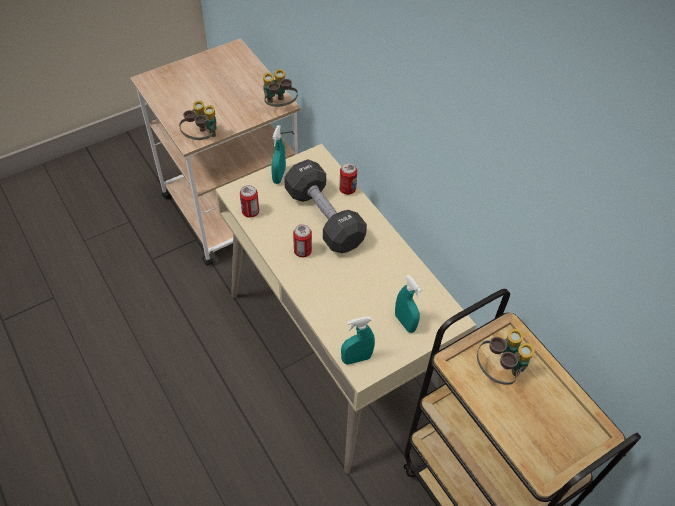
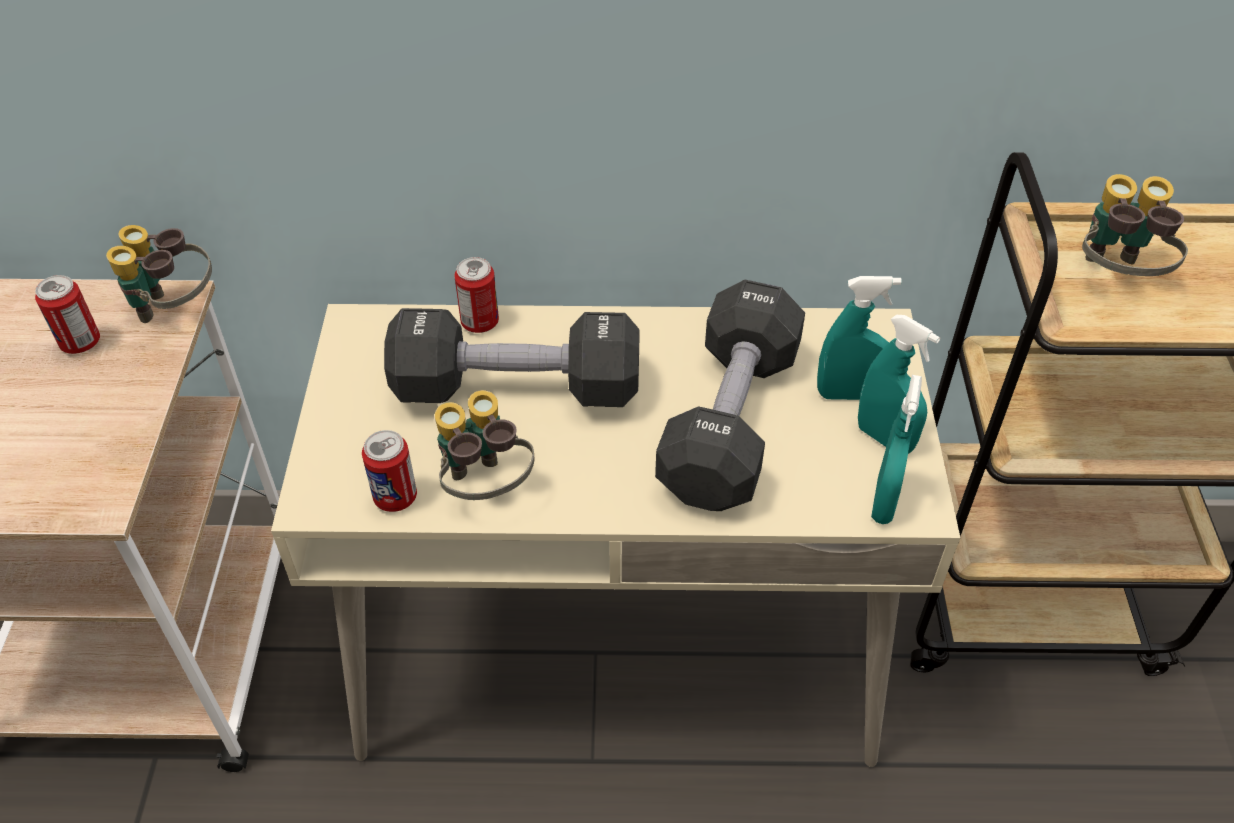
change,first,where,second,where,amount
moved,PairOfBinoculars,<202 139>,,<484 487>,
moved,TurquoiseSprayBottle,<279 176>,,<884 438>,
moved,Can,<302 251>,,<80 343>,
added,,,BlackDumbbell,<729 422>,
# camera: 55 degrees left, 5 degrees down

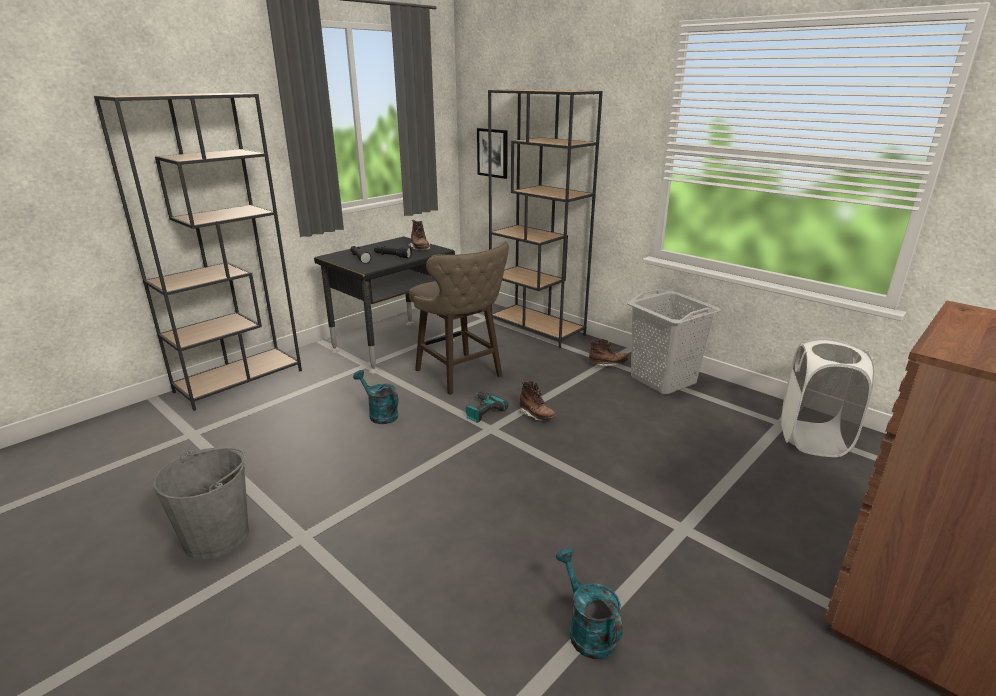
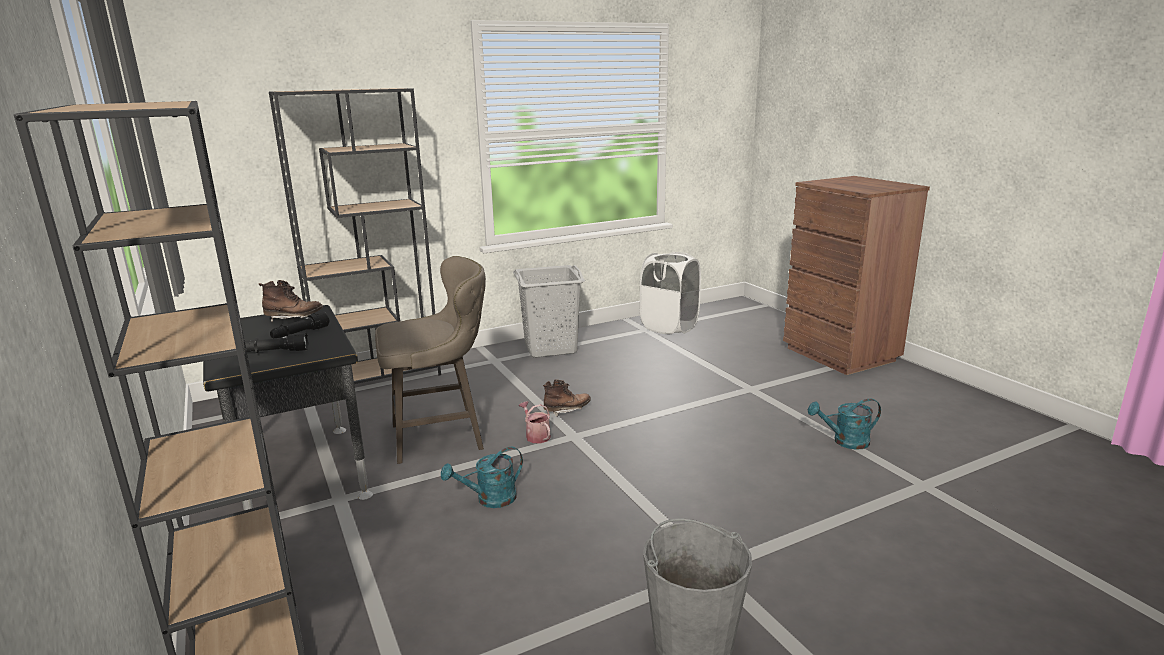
change,first,where,second,where,amount
replaced,PowerDrill,<482 411>,SprinklingCan,<536 435>,
removed,WallPicture,<493 153>,,,
removed,BrownColouredHighTopBoot,<607 364>,,,
# camera: 70 degrees left, 5 degrees down

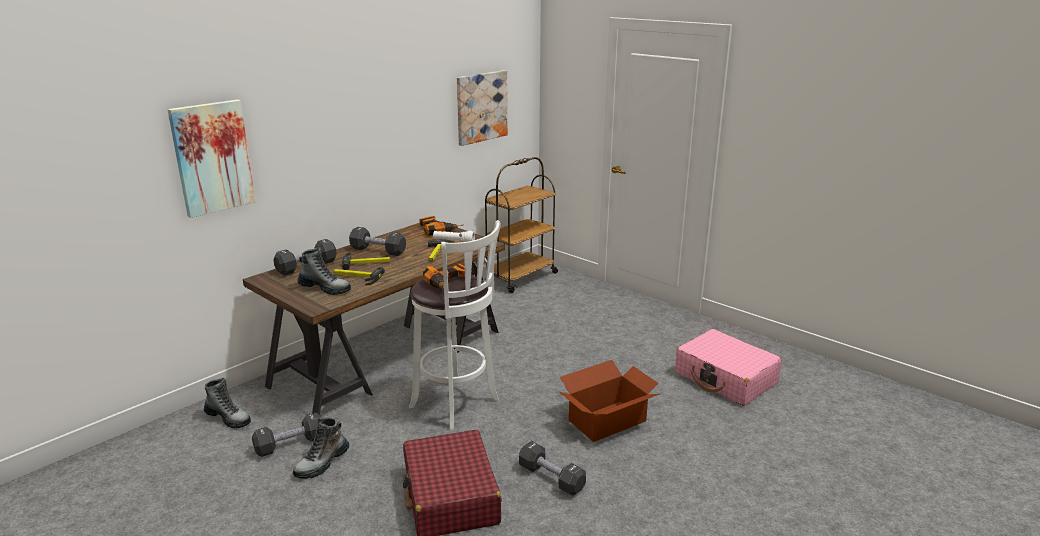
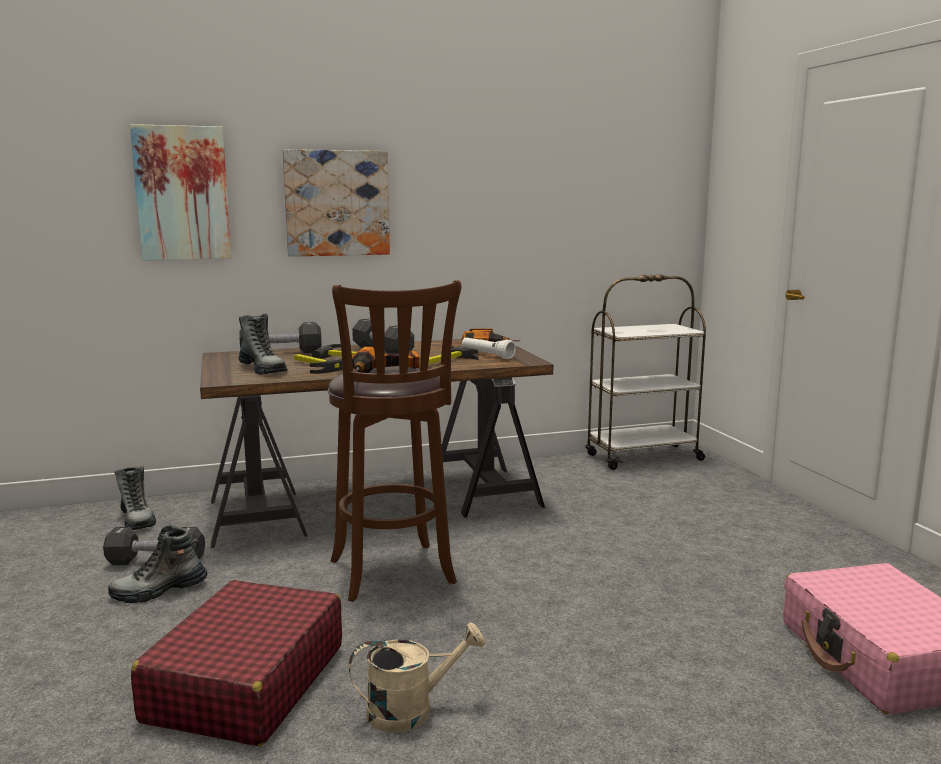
change,first,where,second,where,amount
recoloured,WhiteStool,<458 405>,BrownColouredStool,<394 574>,
moved,WallPicture,<481 107>,,<337 203>,
recoloured,BrownColouredCart,<520 278>,WhiteCart,<642 457>,
replaced,BlackDumbbell,<551 478>,BeigeColouredSprinklingCan,<411 710>,
removed,Carton,<608 421>,,,
# camera: 30 degrees right, 10 degrees down

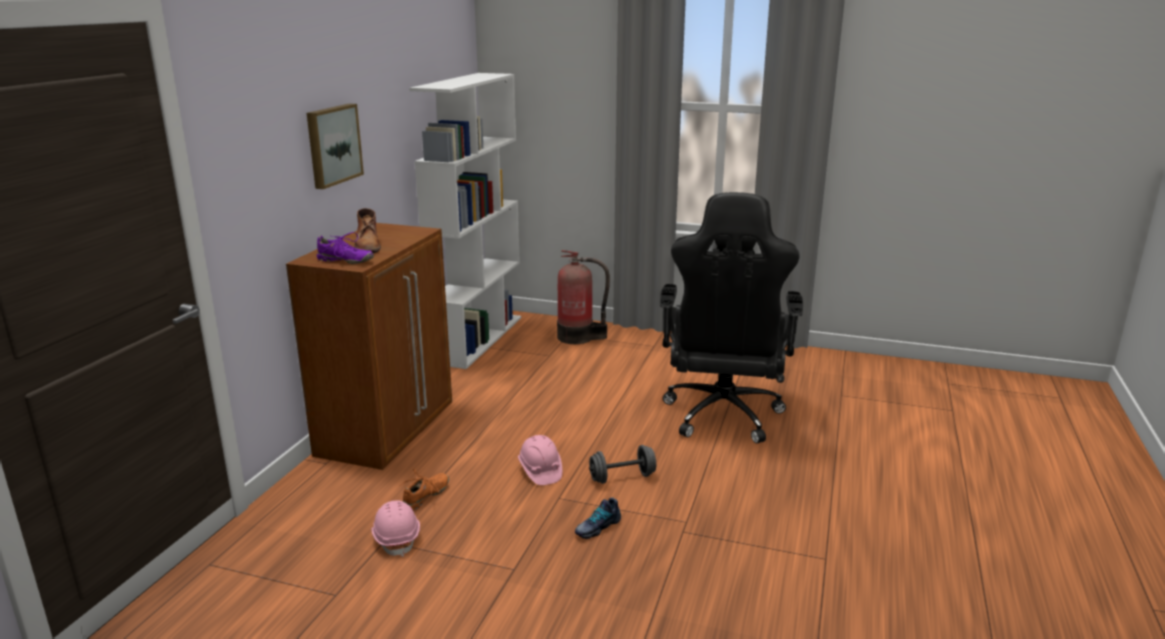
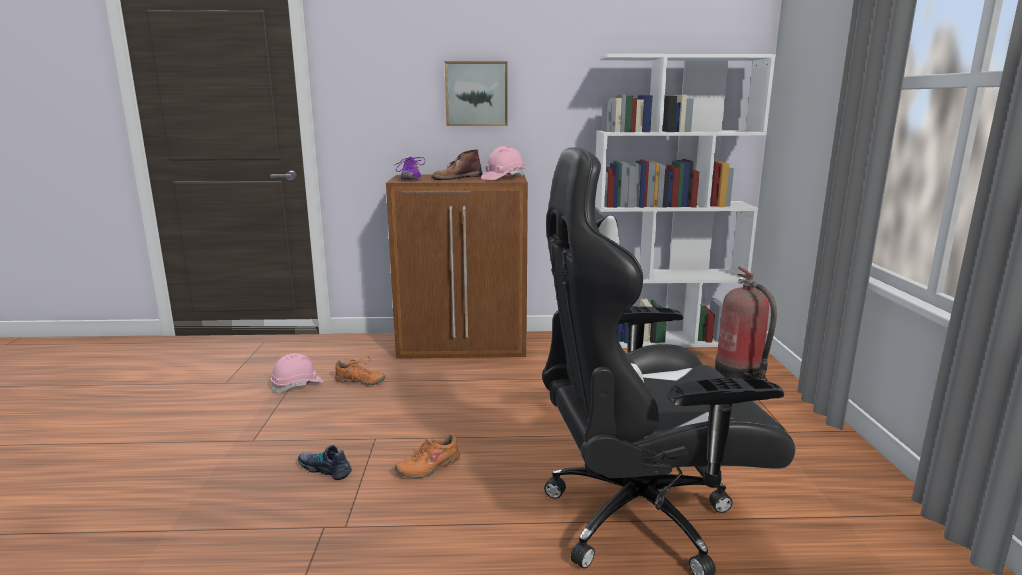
change,first,where,second,where,amount
moved,PinkHardHat,<540 471>,,<503 178>,
replaced,GreyishDumbbell,<622 477>,OrangeItemOfFootwear,<428 467>,
# camera: 70 degrees right, 5 degrees down

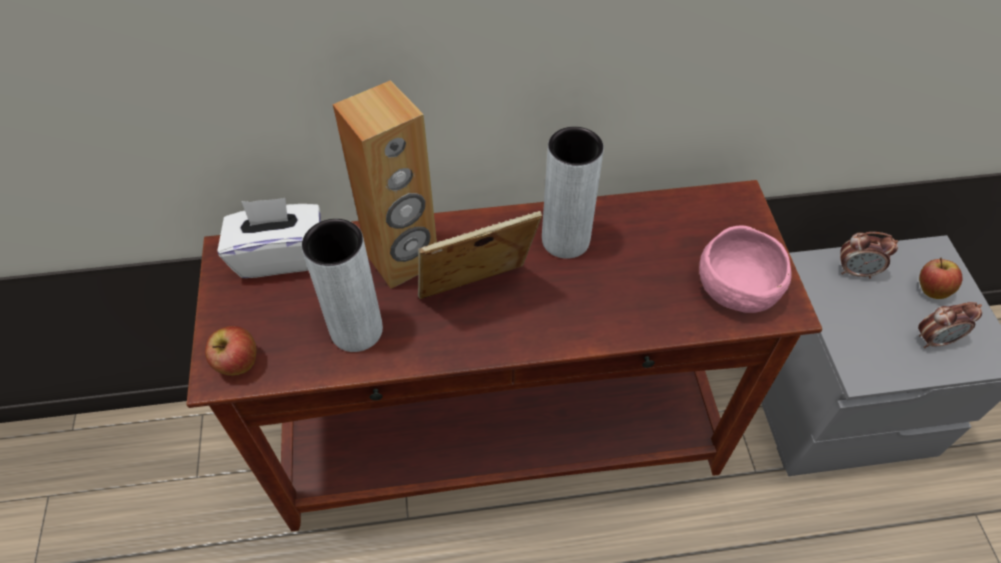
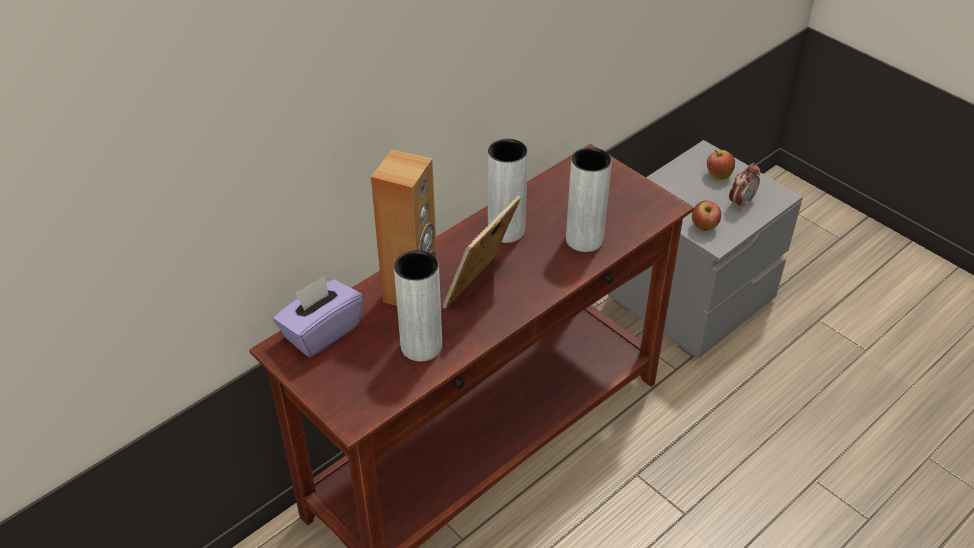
change,first,where,second,where,amount
moved,Apple,<238 364>,,<704 227>,
recoloured,WhiteTissueHolder,<280 255>,PurplishTissueHolder,<321 332>,
removed,PinkBowl,<738 289>,,,
removed,TableClock,<856 271>,,,
added,,,GreyishVase,<584 239>,
# camera: 35 degrees left, 10 degrees down

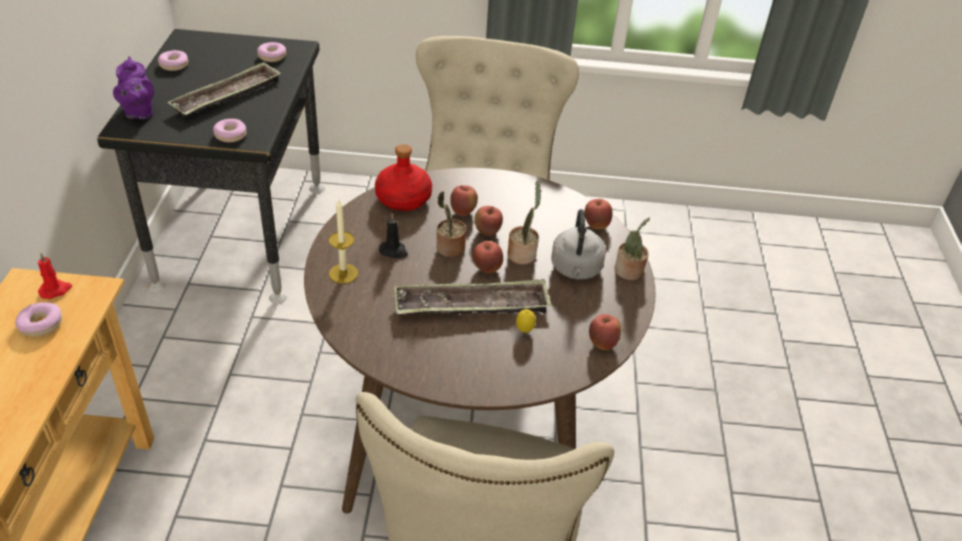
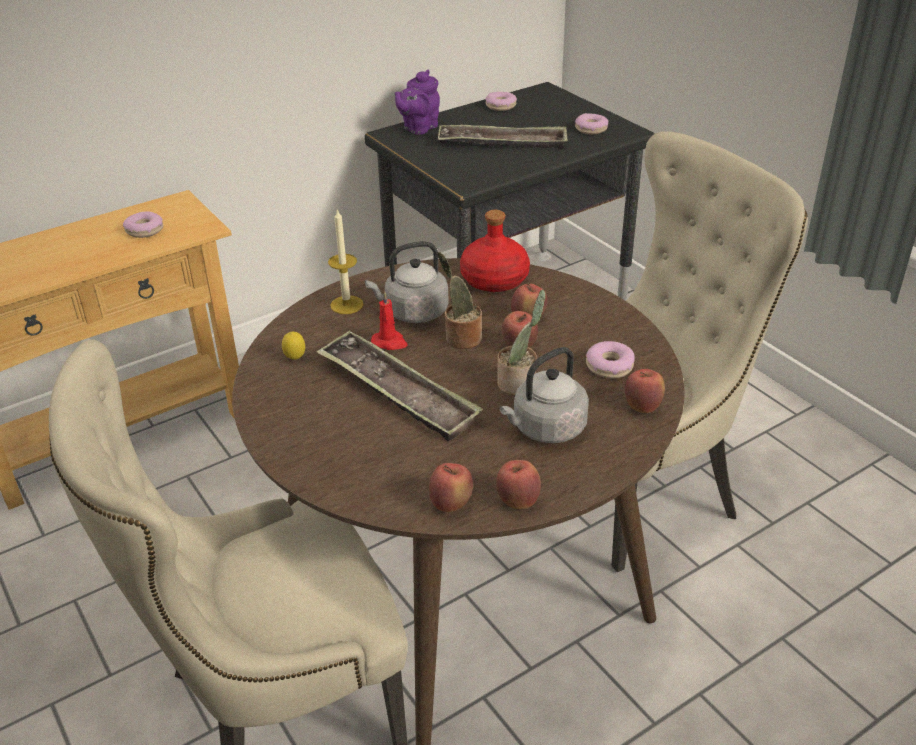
change,first,where,second,where,amount
moved,RedCandle,<55 290>,,<390 342>,
moved,Doughnut,<230 135>,,<609 366>,
replaced,BlackCandle,<394 251>,GreyishWaterKettle,<413 313>,
moved,Apple,<487 269>,,<518 501>,
moved,CitrusFruit,<524 331>,,<295 359>,
removed,Houseplant,<629 272>,,,
# camera: 55 degrees right, 5 degrees down

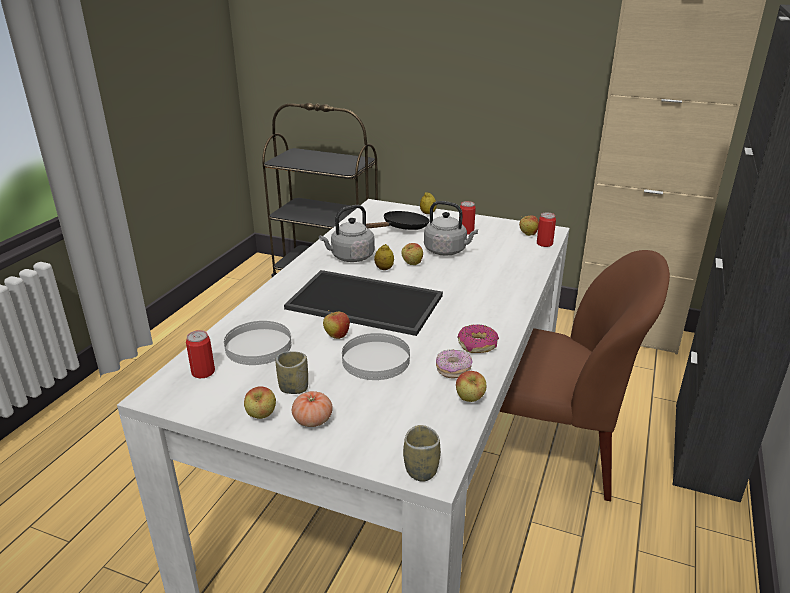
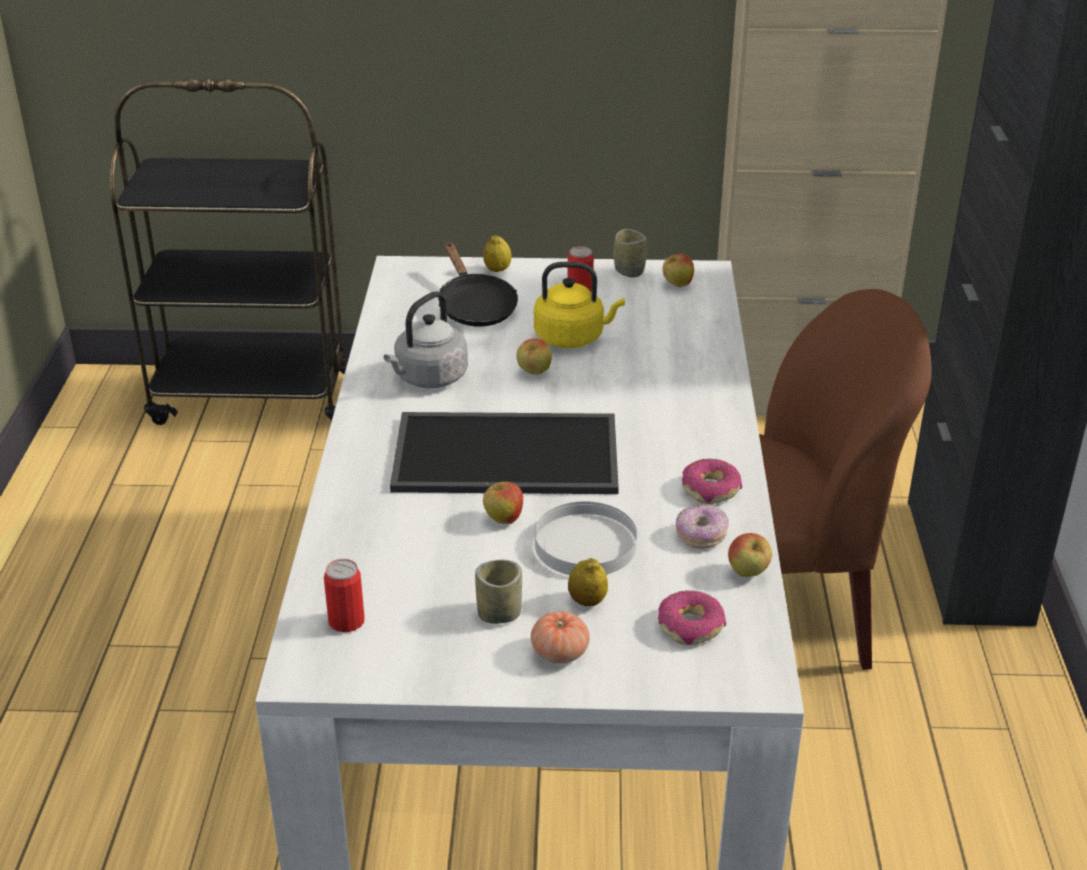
change,first,where,second,where,amount
removed,WhiteDinnerPlate,<258 346>,,,
removed,Apple,<261 416>,,,
turned,BlackSkillet,<402 228>,,<474 307>,135 degrees clockwise
moved,CitrusFruit,<384 269>,,<587 601>,
moved,Cup,<421 470>,,<629 271>,
recoloured,GreyishWaterKettle,<447 251>,YellowColouredWaterKettle,<573 338>,
removed,Can,<544 244>,,,
added,,,Doughnut,<691 626>,
# camera: 20 degrees left, 5 degrees up

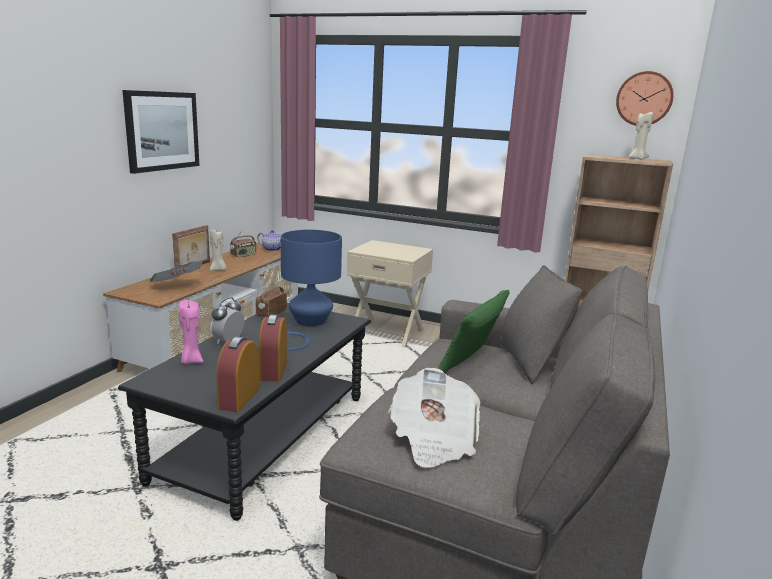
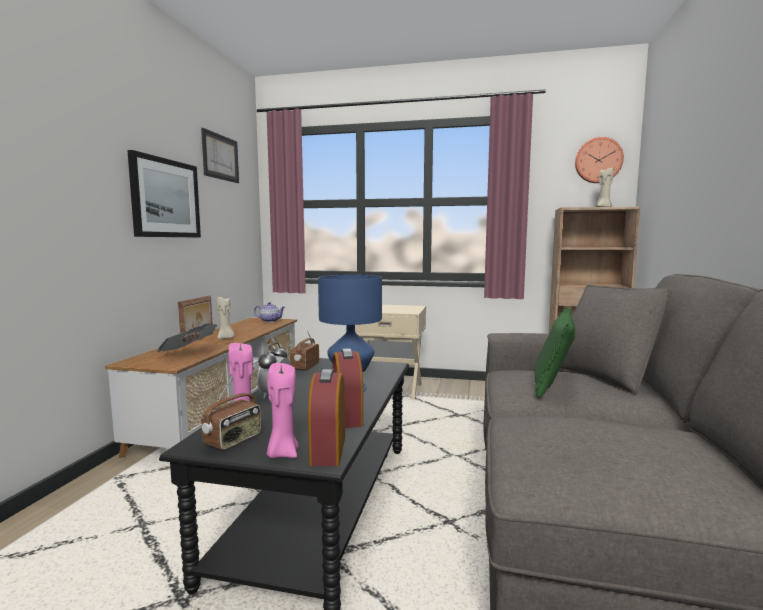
change,first,where,second,where,amount
moved,RadioReceiver,<243 255>,,<233 441>,
removed,PrintedPaper,<433 439>,,,
added,,,WallPicture,<220 157>,
added,,,PinkCandle,<282 453>,
# camera: 10 degrees left, 10 degrees down

